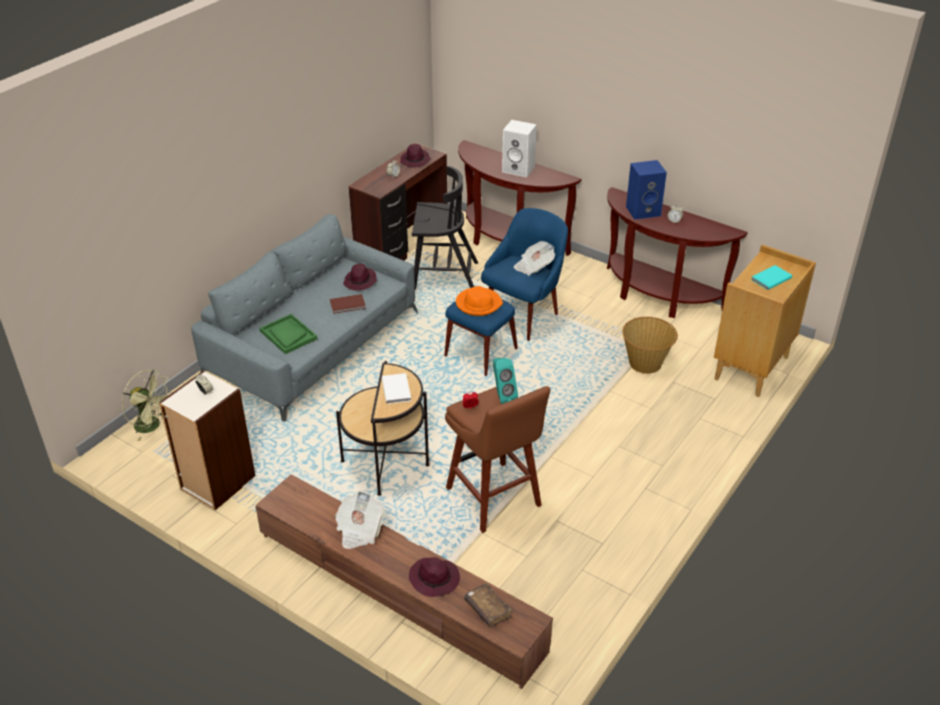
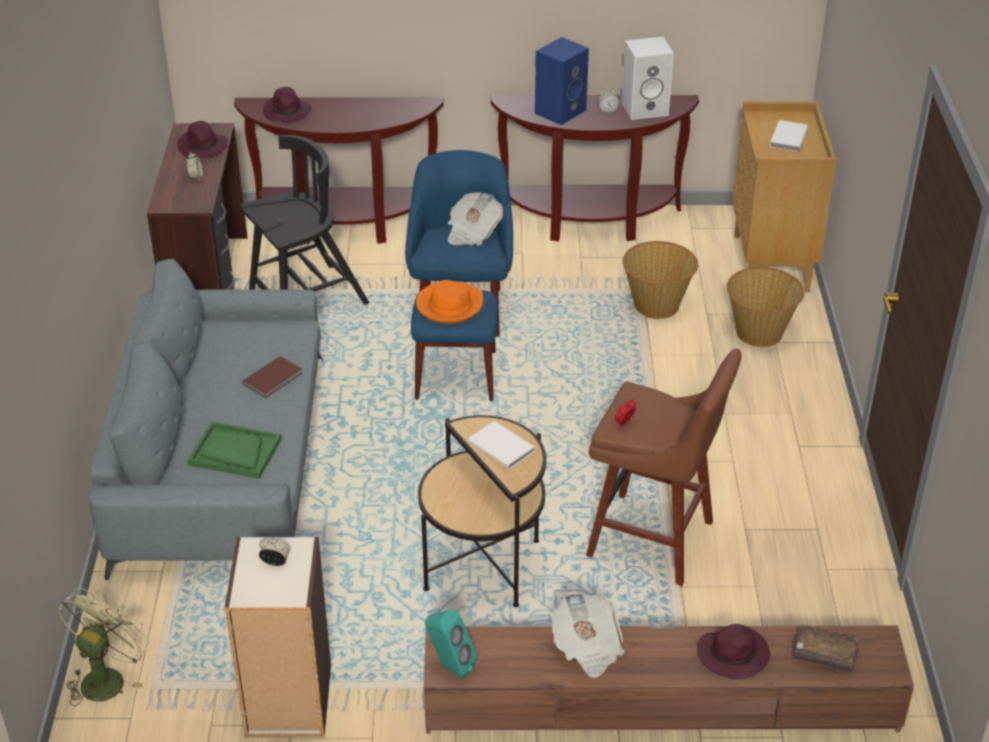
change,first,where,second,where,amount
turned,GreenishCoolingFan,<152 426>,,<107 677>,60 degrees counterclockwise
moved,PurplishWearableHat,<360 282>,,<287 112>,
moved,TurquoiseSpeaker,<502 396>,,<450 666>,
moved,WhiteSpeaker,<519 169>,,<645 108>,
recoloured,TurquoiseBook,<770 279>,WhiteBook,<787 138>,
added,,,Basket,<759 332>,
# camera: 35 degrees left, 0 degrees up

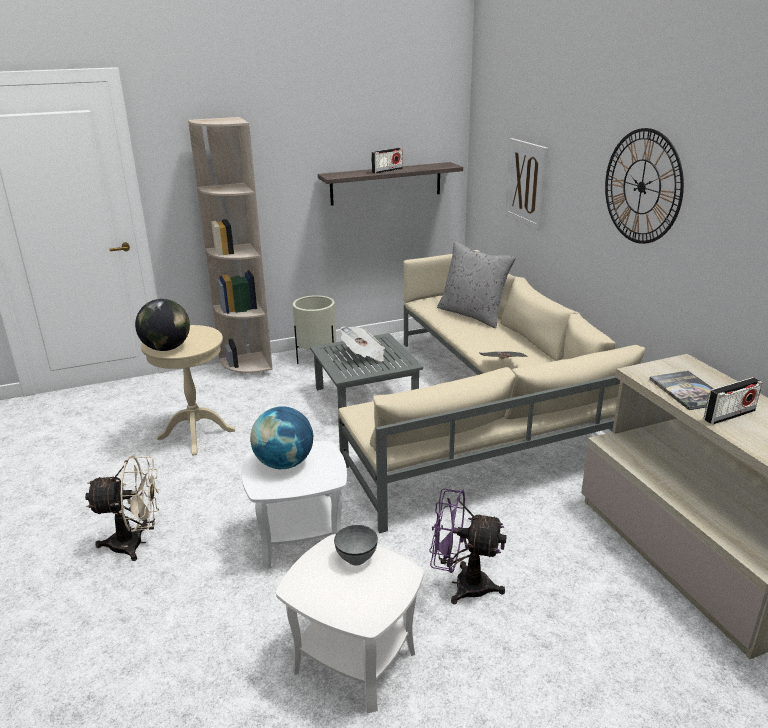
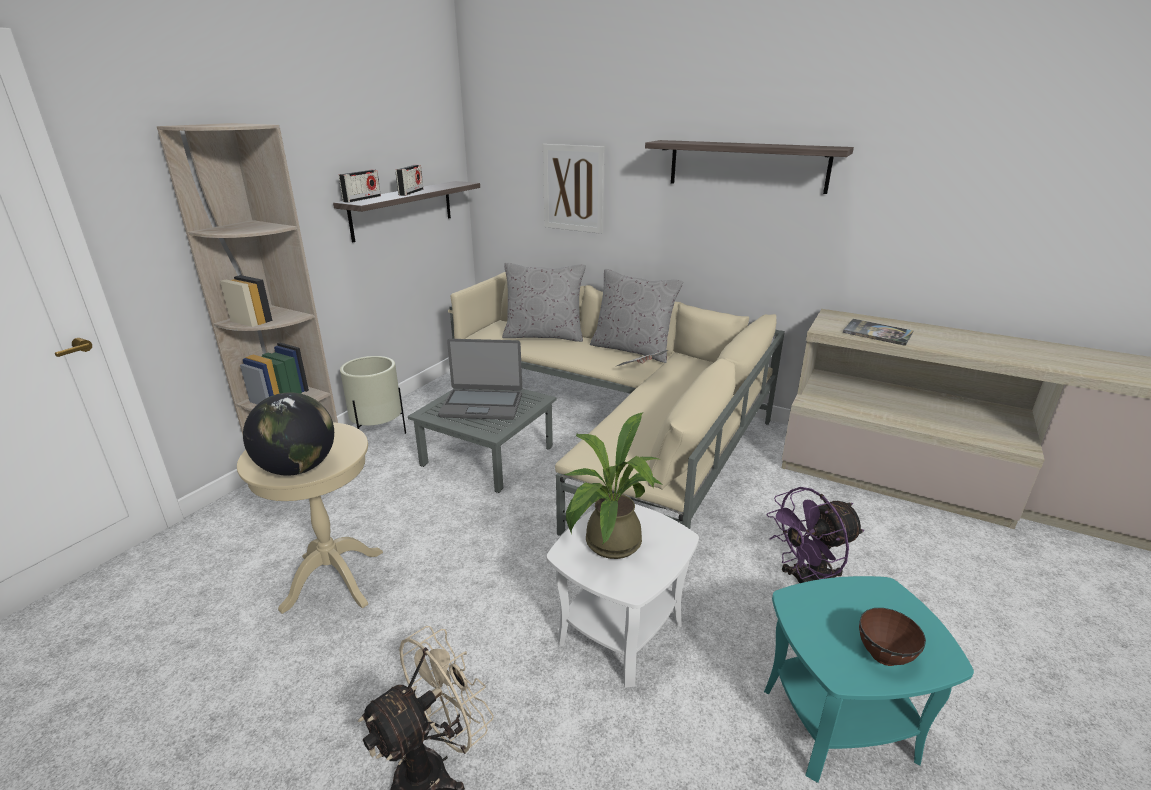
change,first,where,second,where,amount
replaced,WorldGlobe,<284 463>,Houseplant,<607 546>,
recoloured,WhiteEndTable,<354 661>,TurquoiseEndTable,<838 722>,
removed,GreyishBowl,<356 558>,,,
replaced,PrintedPaper,<364 355>,Laptop,<482 405>,
replaced,HangingClock,<642 187>,WallShelf,<747 166>,
moved,RadioReceiver,<729 415>,,<362 199>,
added,,,GreyishThrowPillow,<632 350>,
added,,,BrownColouredBowl,<883 654>,
# camera: 40 degrees left, 0 degrees up

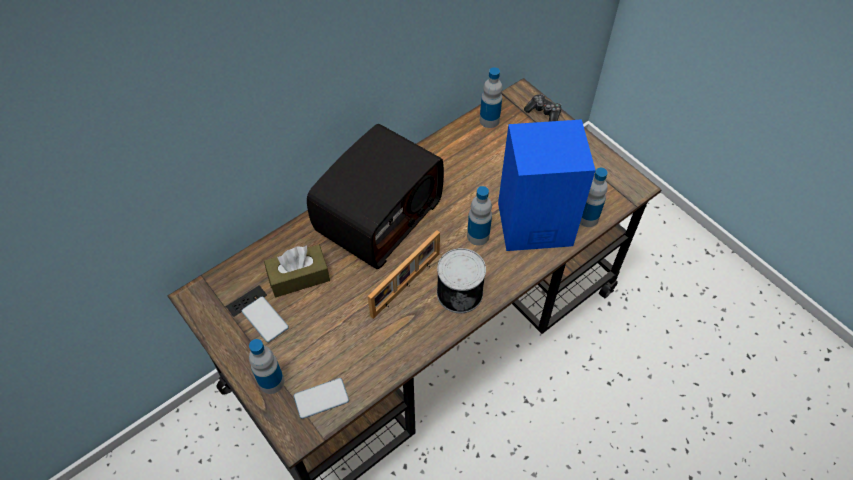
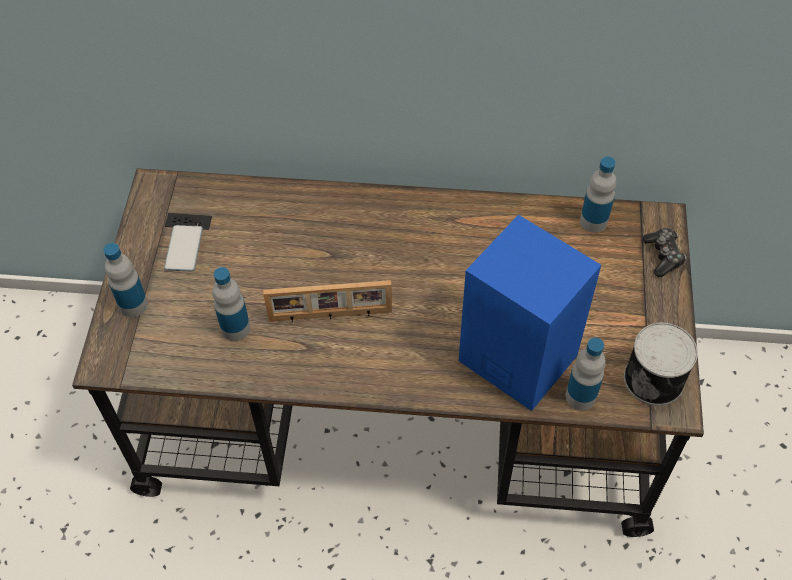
change,first,where,second,where,amount
removed,BrownColouredTissueHolder,<299 277>,,,
removed,Handset,<321 398>,,,
removed,RadioReceiver,<378 215>,,,
moved,Can,<460 291>,,<655 378>,
moved,Bottle,<478 236>,,<235 328>,
# camera: 45 degrees right, 0 degrees up

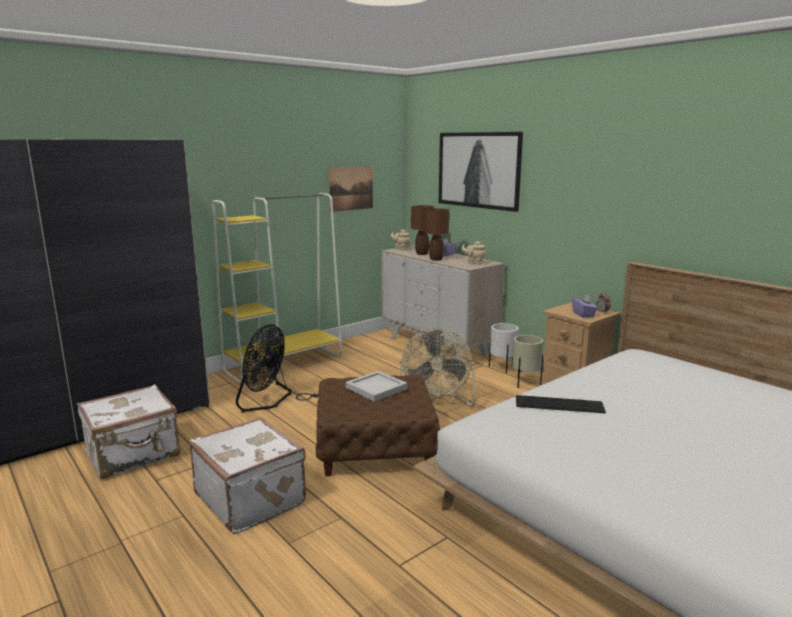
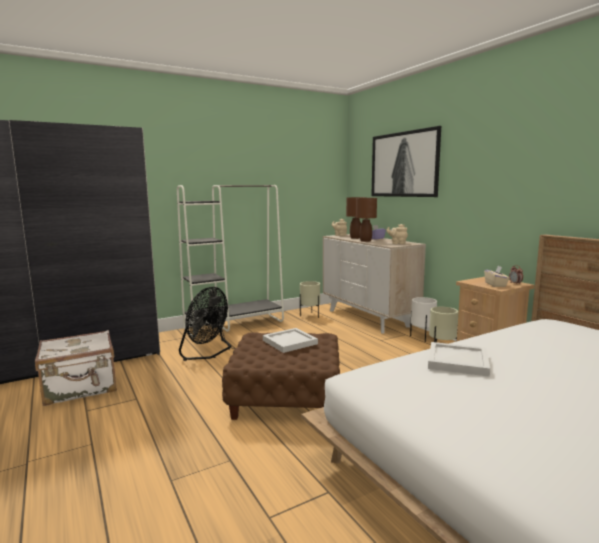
change,first,where,second,where,amount
removed,WhitePieceOfLuggage,<251 498>,,,
recoloured,YellowColouredClothesRack,<284 364>,BlackClothesRack,<235 326>,
removed,WallPicture,<351 188>,,,
removed,BeigeColouredCoolingFan,<433 400>,,,
replaced,PcKeyboard,<559 404>,WhiteTray,<457 361>,
recoloured,PurplishTissueHolder,<583 314>,BeigeColouredTissueHolder,<495 285>,
added,,,BeigeColouredPlantPot,<310 315>,
# camera: 10 degrees right, 5 degrees down

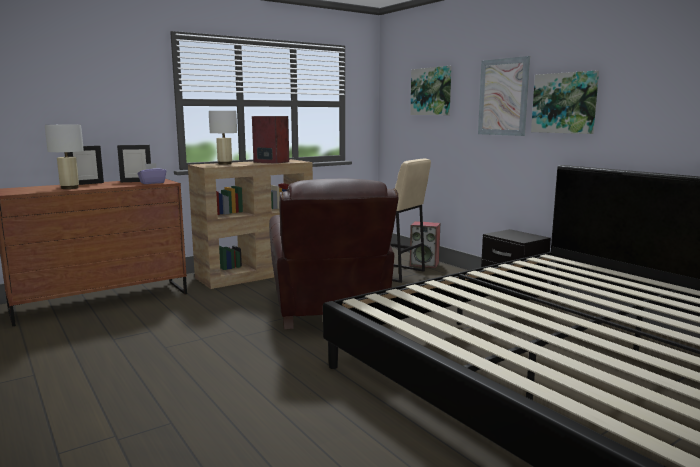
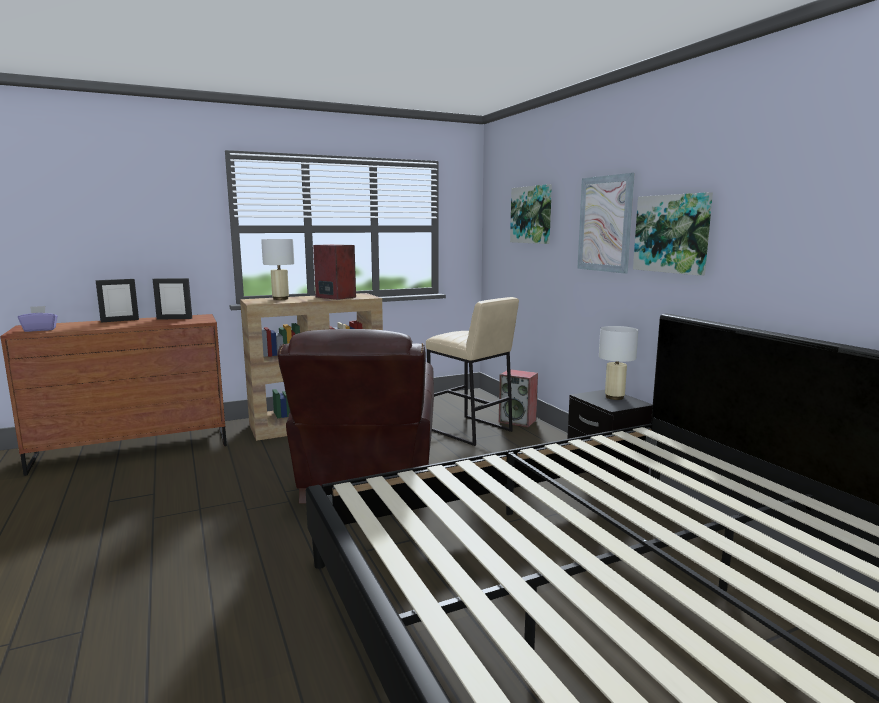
change,first,where,second,where,amount
moved,WhiteTableLamp,<69 188>,,<614 397>,
moved,PurplishTissueHolder,<152 183>,,<40 330>,
# camera: 10 degrees right, 0 degrees up

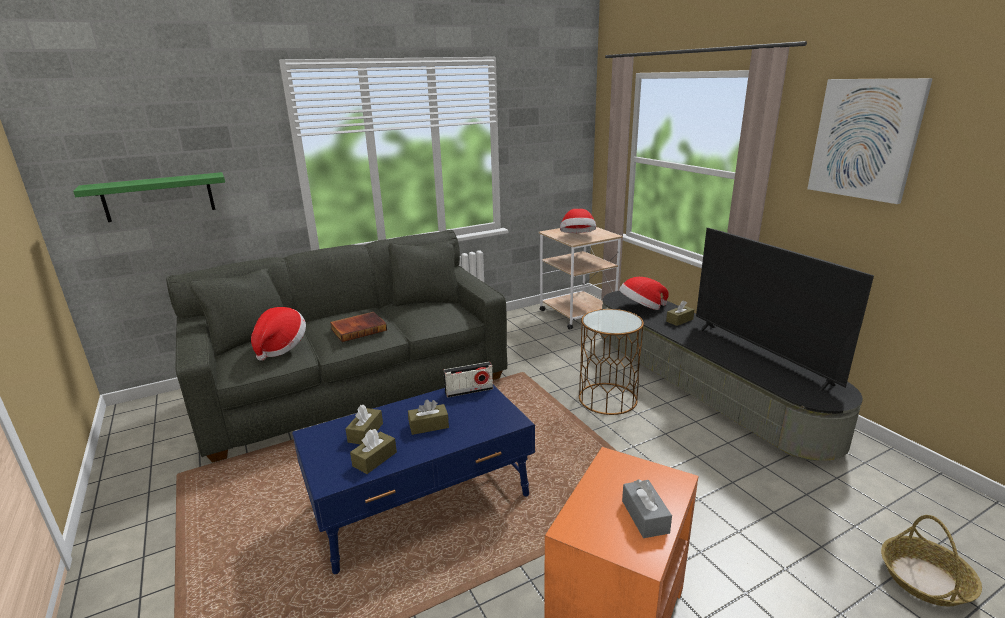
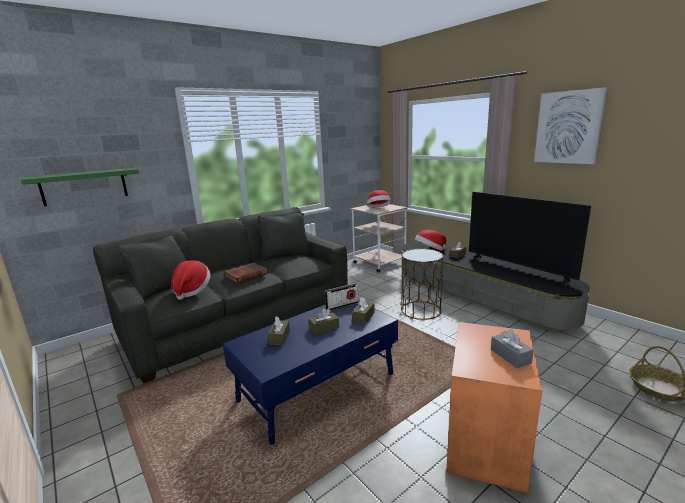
change,first,where,second,where,amount
moved,BrownColouredTissueHolder,<375 459>,,<363 317>,
# camera: 10 degrees left, 5 degrees down

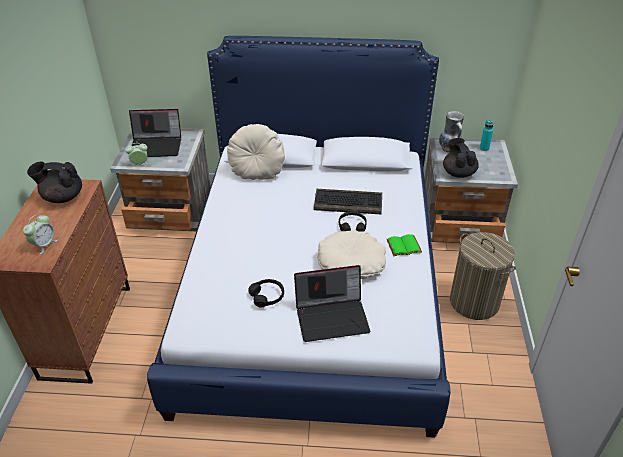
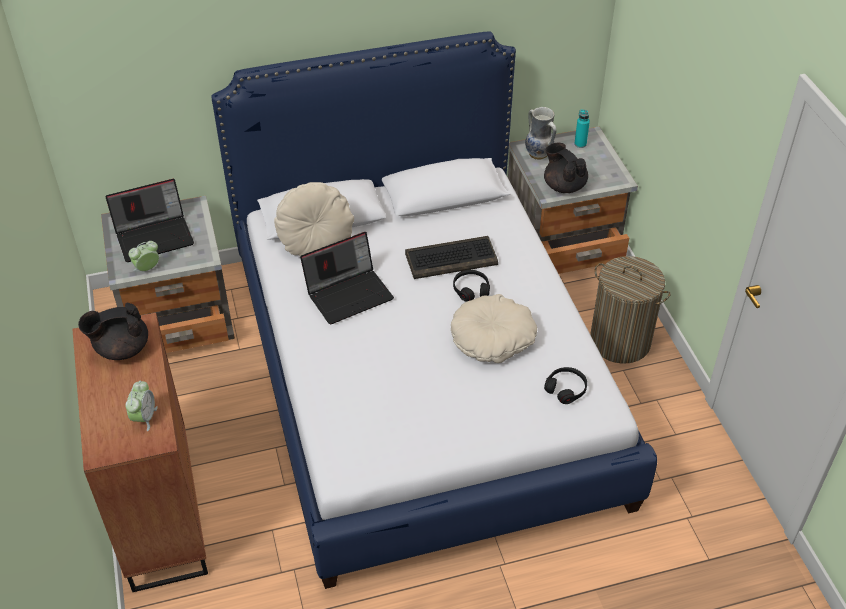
change,first,where,second,where,amount
moved,BlackHeadphones,<267 296>,,<566 389>,
moved,Laptop,<332 317>,,<349 293>,
removed,GreenishBook,<403 247>,,,
# camera: 20 degrees left, 5 degrees up

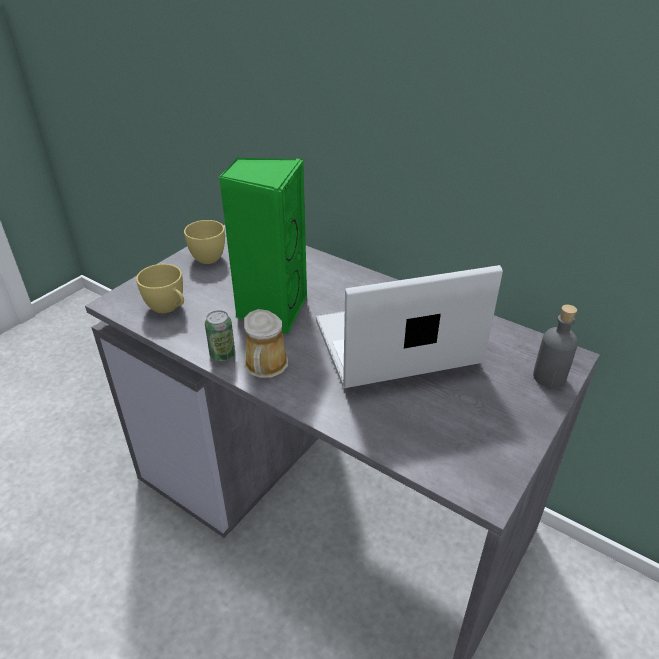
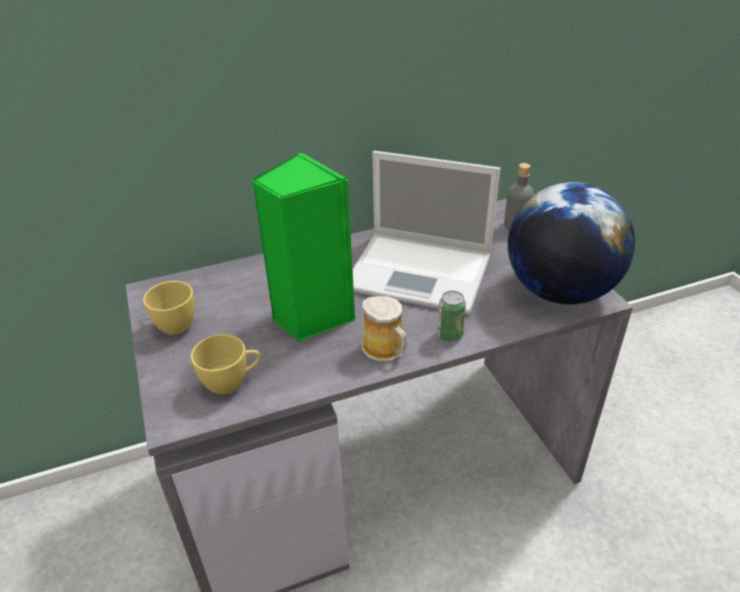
change,first,where,second,where,amount
moved,Can,<222 355>,,<450 335>,
turned,Laptop,<392 344>,,<422 272>,90 degrees counterclockwise
added,,,WorldGlobe,<560 291>,
# camera: 55 degrees left, 0 degrees up

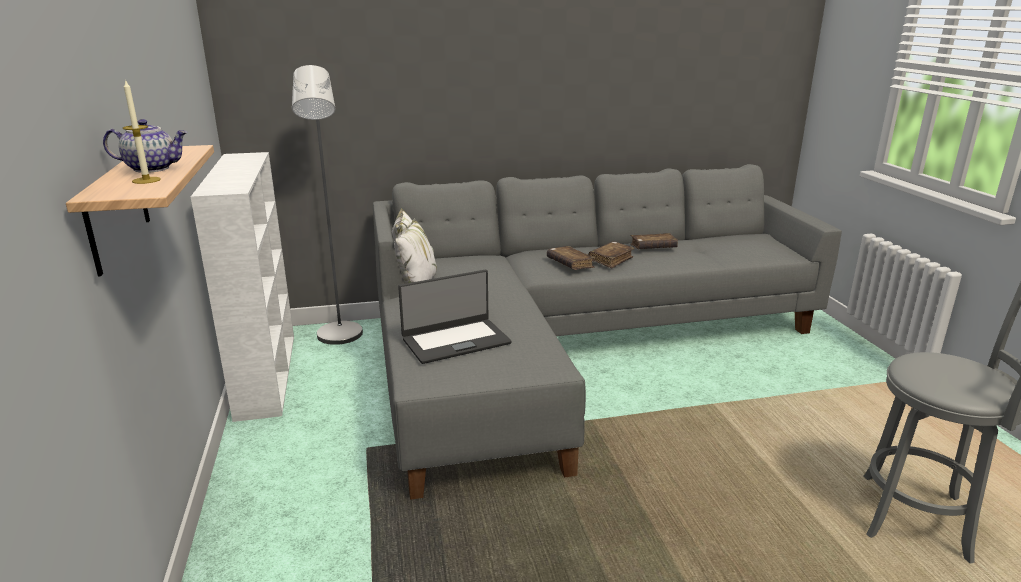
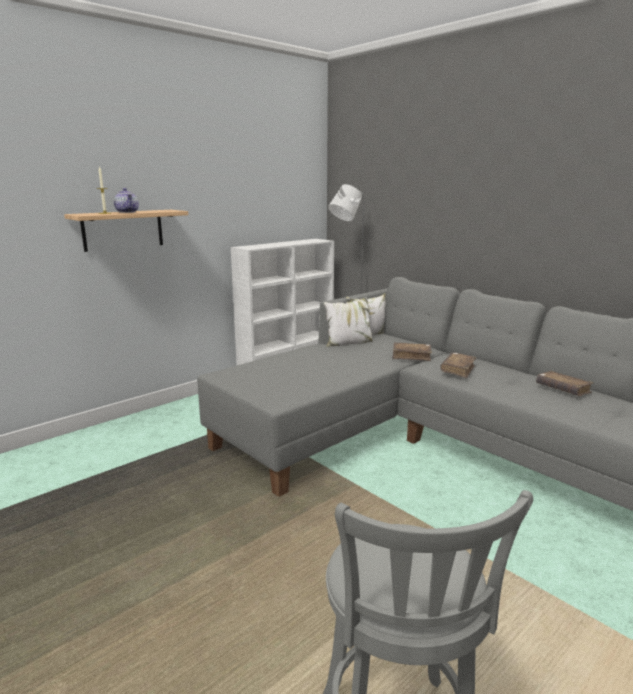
change,first,where,second,where,amount
removed,Laptop,<455 341>,,,
moved,BrownColouredBook,<611 260>,,<411 356>,
# camera: 60 degrees right, 5 degrees down

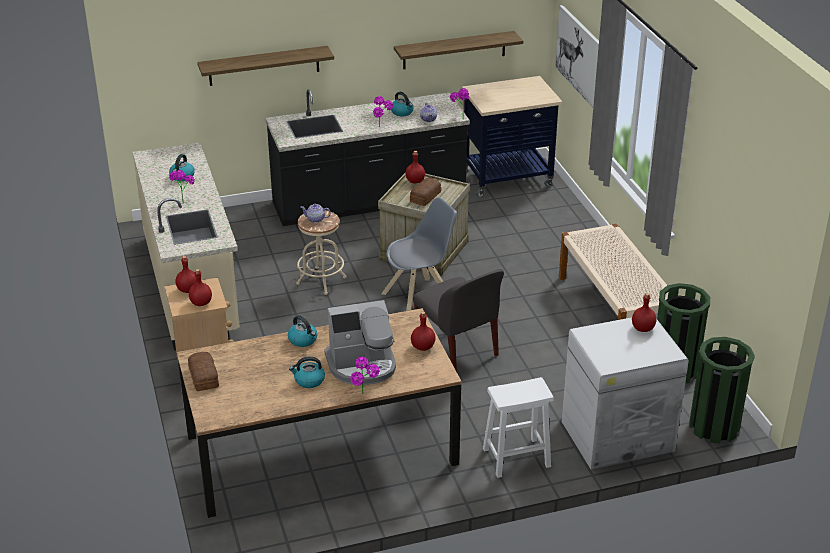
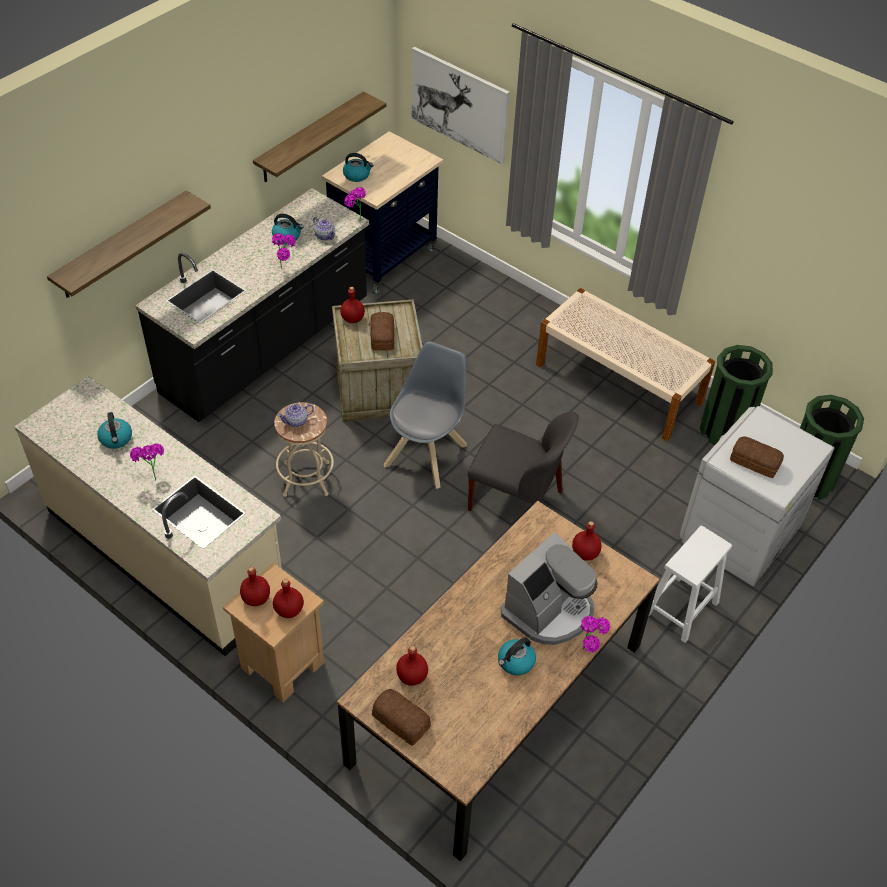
change,first,where,second,where,amount
moved,WaterKettle,<303 340>,,<357 175>,
moved,RedBottle,<642 329>,,<412 677>,
added,,,BakedBread,<755 462>,
# camera: 35 degrees left, 15 degrees up

